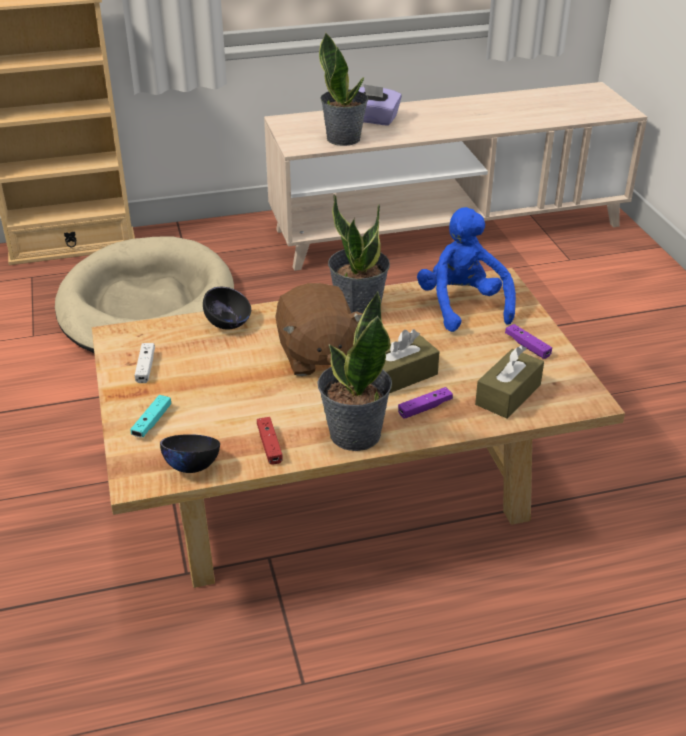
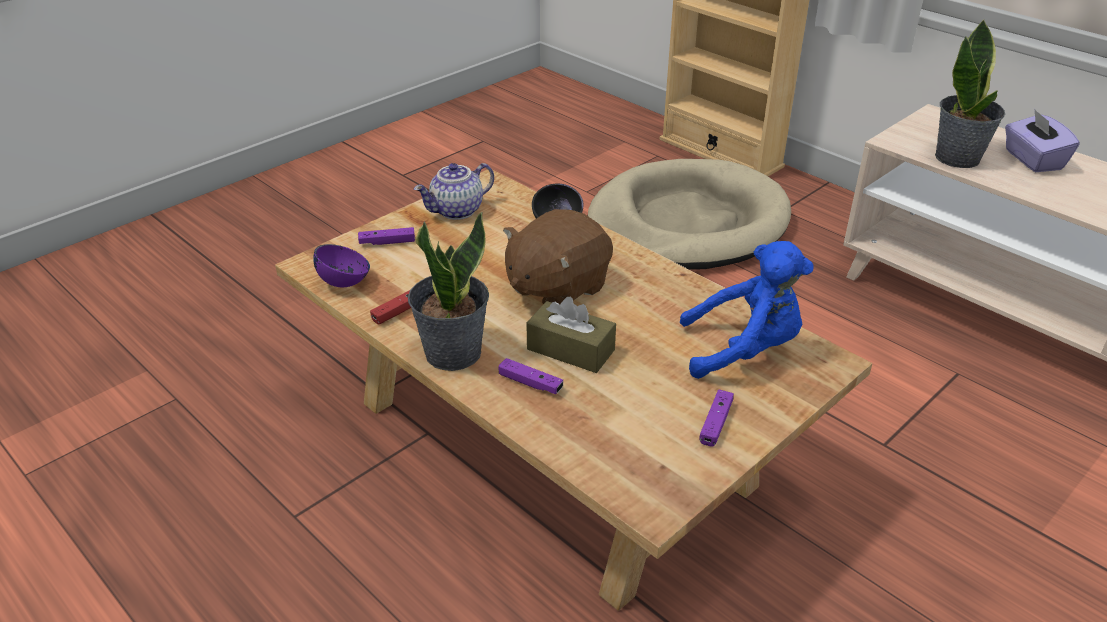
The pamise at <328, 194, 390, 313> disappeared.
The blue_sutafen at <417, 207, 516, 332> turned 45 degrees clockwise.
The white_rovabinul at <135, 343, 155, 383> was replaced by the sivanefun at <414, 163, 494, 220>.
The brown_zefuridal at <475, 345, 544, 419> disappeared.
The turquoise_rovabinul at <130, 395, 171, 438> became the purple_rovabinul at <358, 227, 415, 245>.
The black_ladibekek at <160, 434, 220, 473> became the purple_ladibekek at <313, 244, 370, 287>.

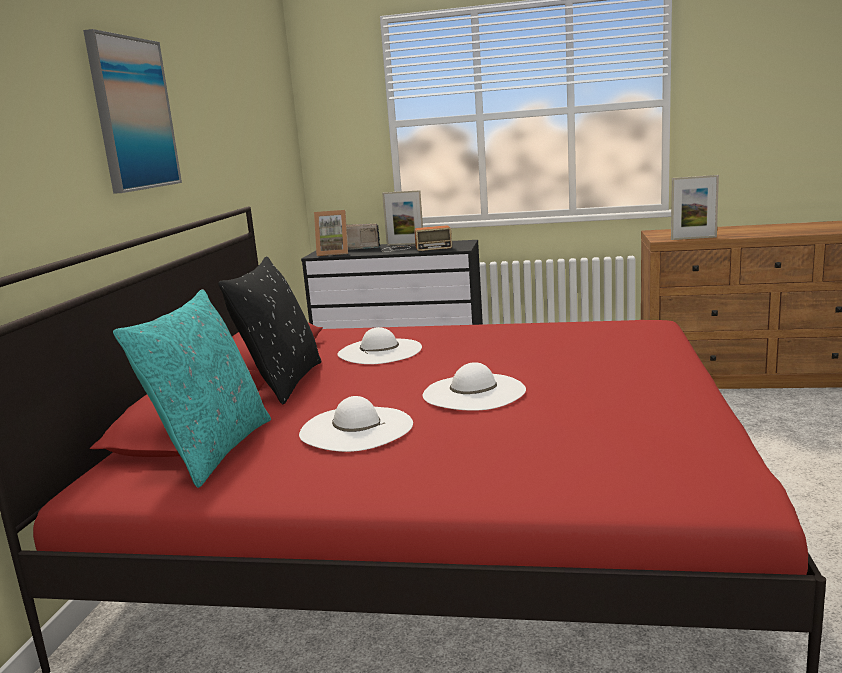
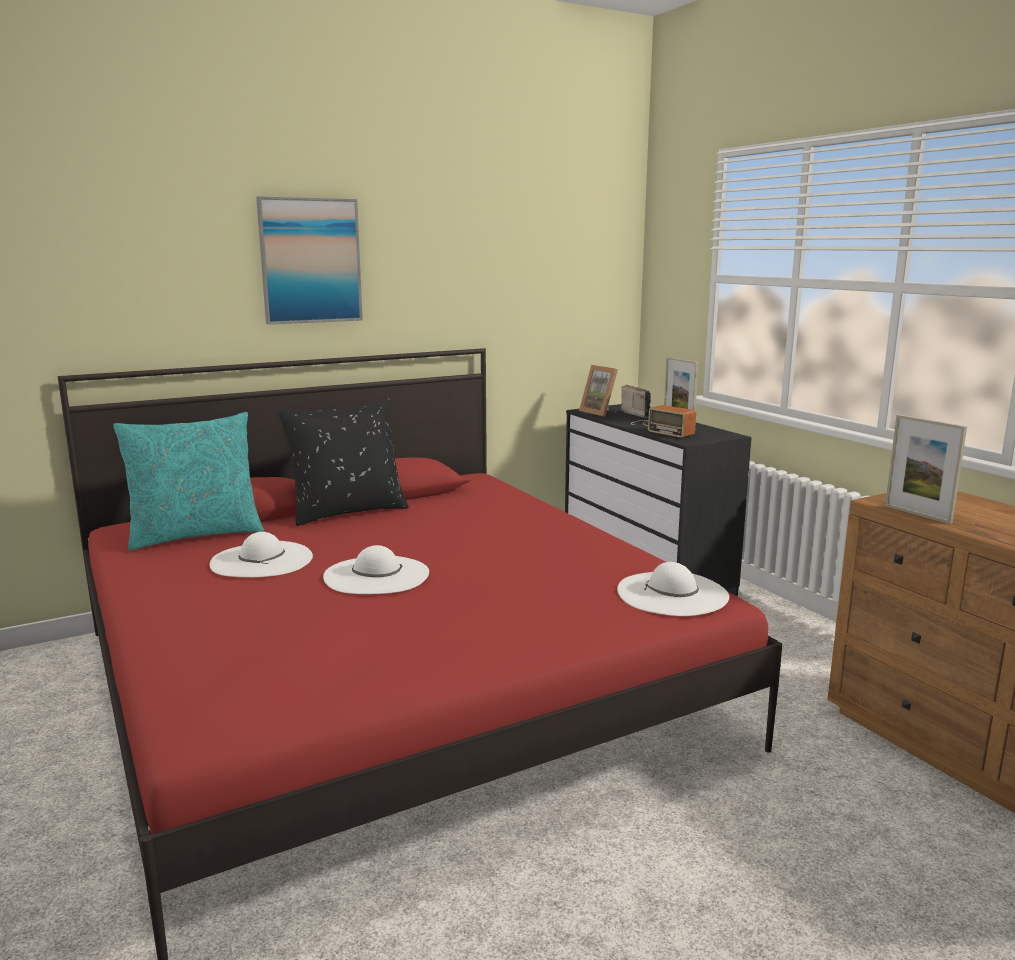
The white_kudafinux moved from <337, 327, 422, 364> to <617, 562, 729, 616>.

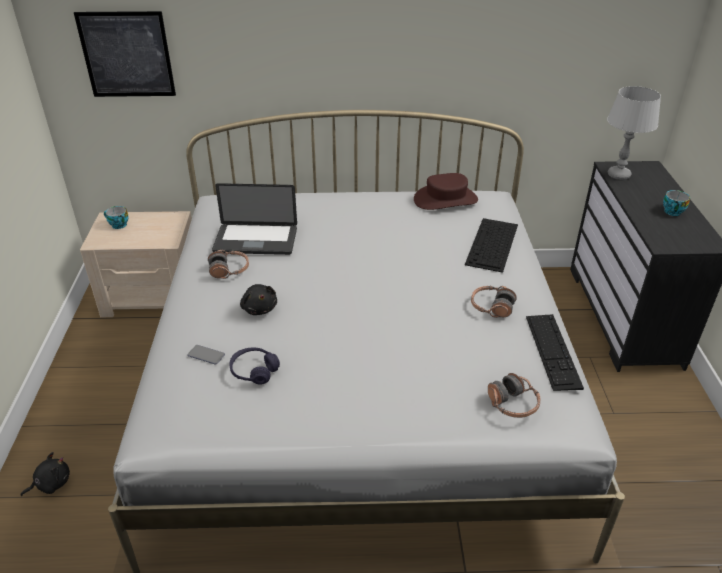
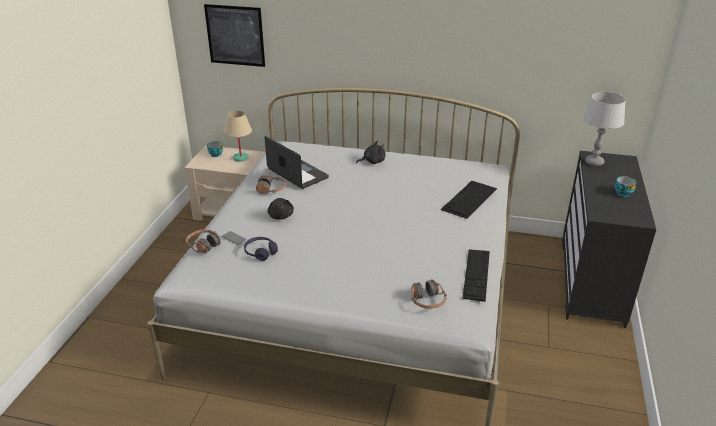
The brown_kudafinux at <414, 173, 478, 210> disappeared.
The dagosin at <212, 183, 297, 255> turned 150 degrees counterclockwise.
The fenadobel moved from <471, 286, 517, 318> to <186, 229, 221, 253>.
The black_sutafen moved from <21, 452, 70, 496> to <356, 141, 385, 164>.
The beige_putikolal at <224, 111, 252, 162> appeared.

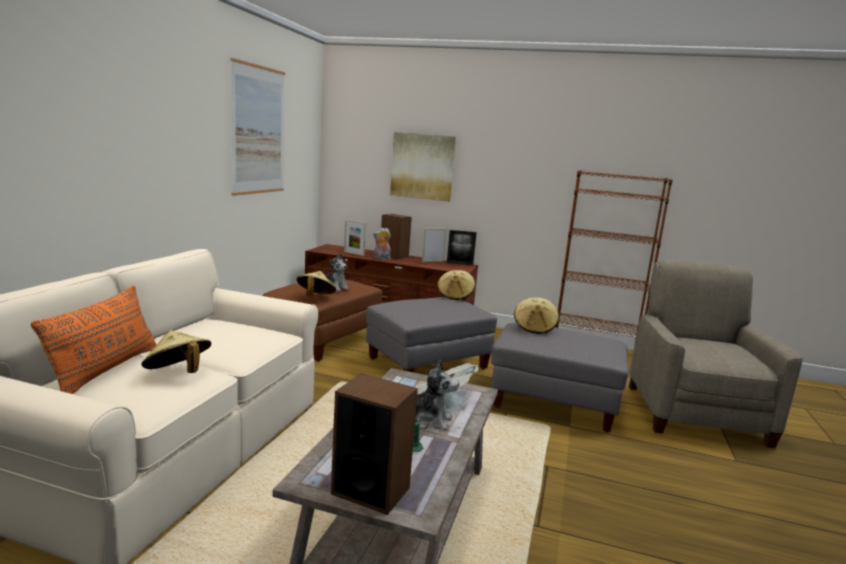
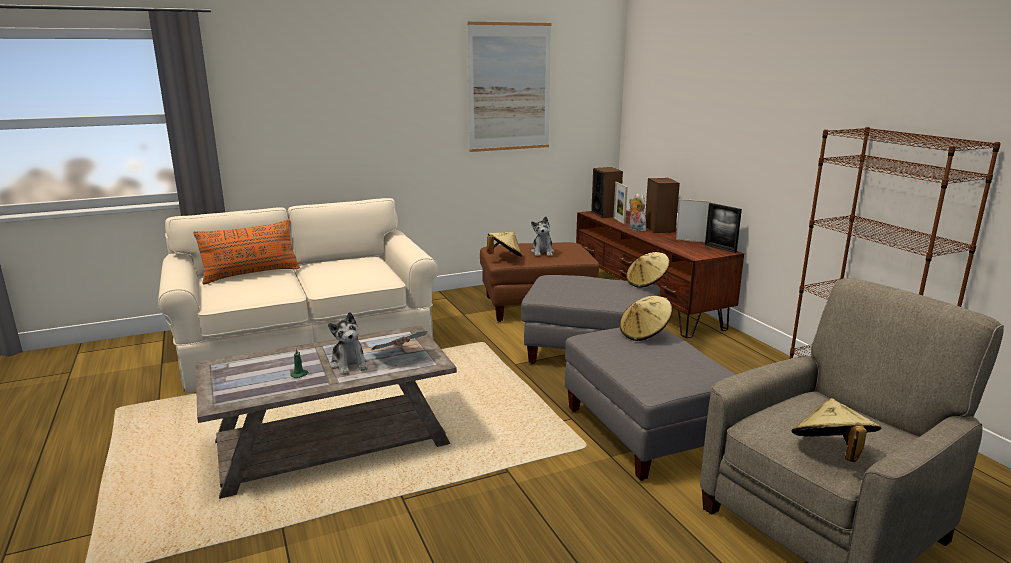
The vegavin at <390, 132, 456, 202> disappeared.
The beige_kudafinux moved from <141, 330, 211, 373> to <792, 398, 881, 462>.
The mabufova moved from <331, 373, 418, 515> to <591, 167, 623, 218>.

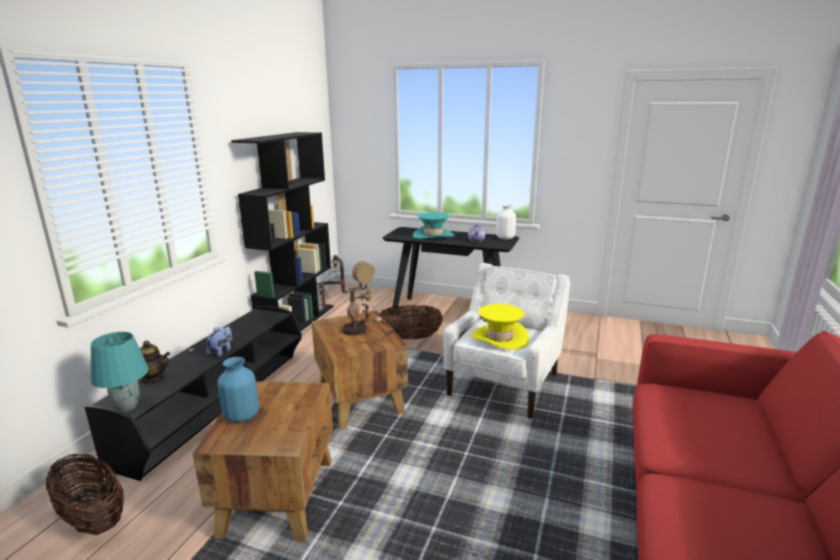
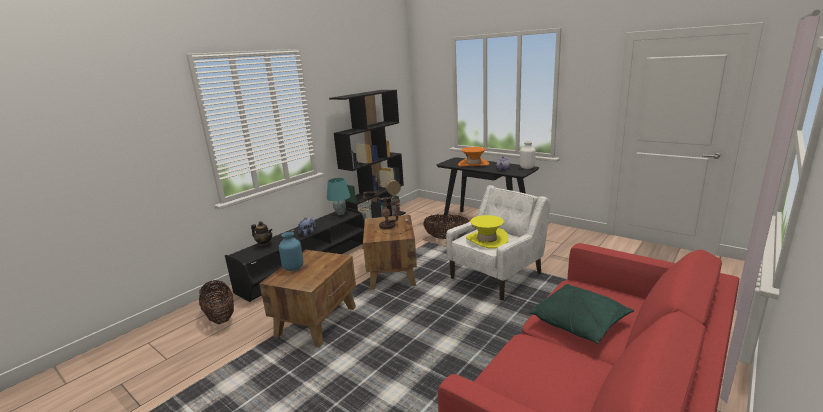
The turquoise_kudafinux at <413, 212, 454, 239> became the orange_kudafinux at <458, 147, 489, 166>.
The turquoise_putikolal moved from <91, 332, 149, 412> to <327, 178, 350, 215>.
The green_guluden at <529, 284, 634, 344> appeared.

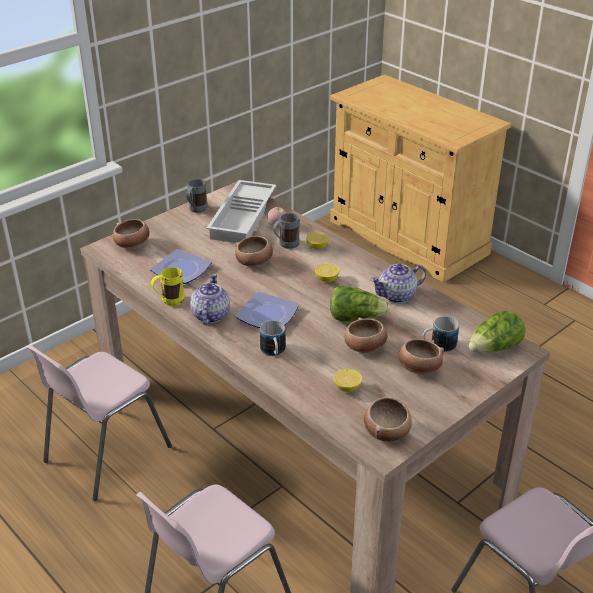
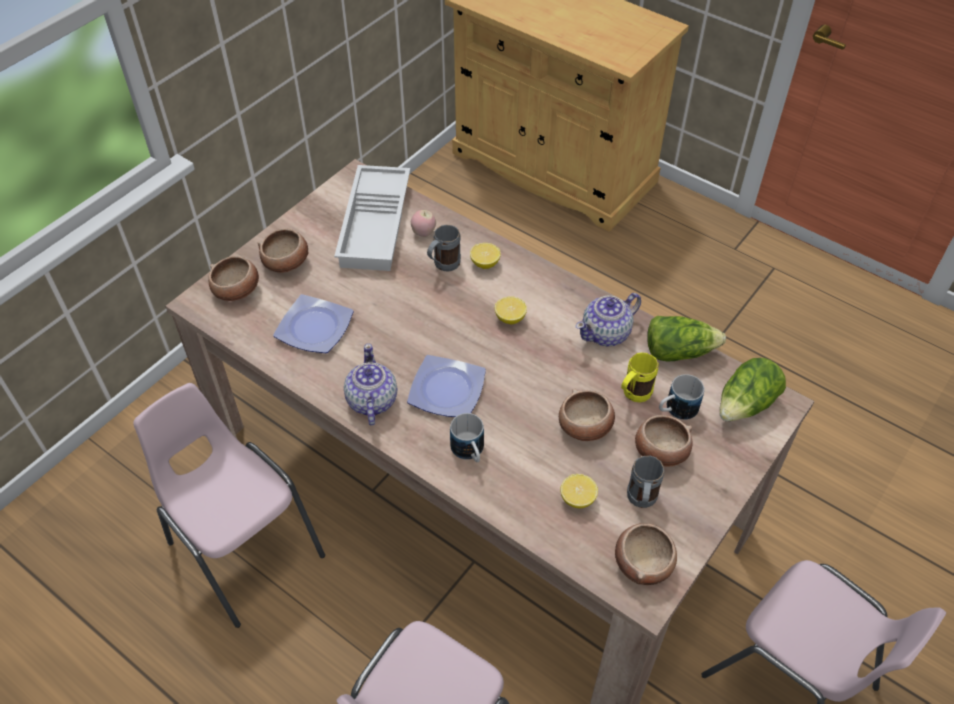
The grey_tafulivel moved from <186, 179, 208, 213> to <627, 456, 664, 508>.
The ladibekek moved from <235, 236, 273, 267> to <258, 228, 308, 273>.
The yellow_tafulivel moved from <151, 267, 184, 306> to <621, 352, 659, 402>.
The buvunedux moved from <330, 286, 391, 322> to <647, 316, 726, 362>.
The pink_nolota at <27, 345, 172, 501> turned 105 degrees clockwise.

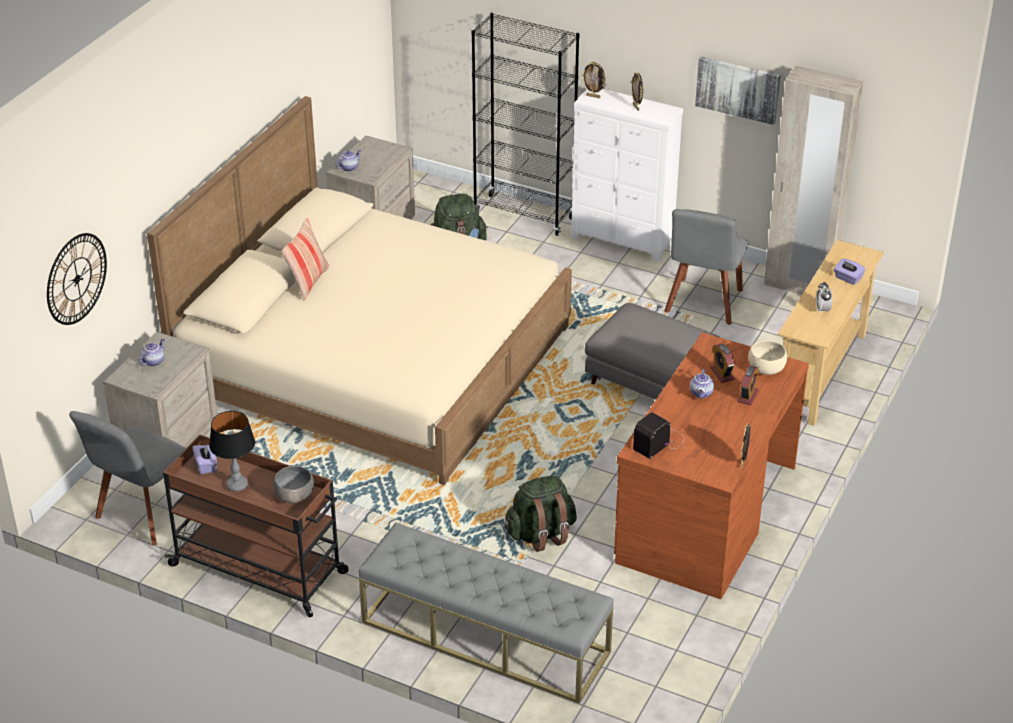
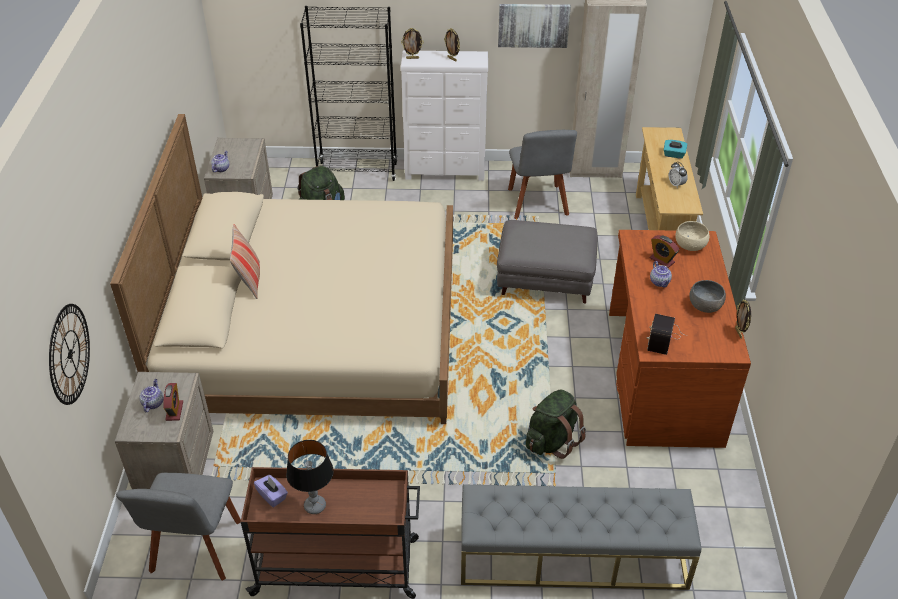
The purple_zefuridal at <834, 259, 865, 285> became the turquoise_zefuridal at <664, 140, 687, 159>.
The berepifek moved from <737, 365, 759, 405> to <163, 383, 183, 421>.
The grey_ladibekek moved from <273, 466, 314, 503> to <690, 280, 726, 313>.

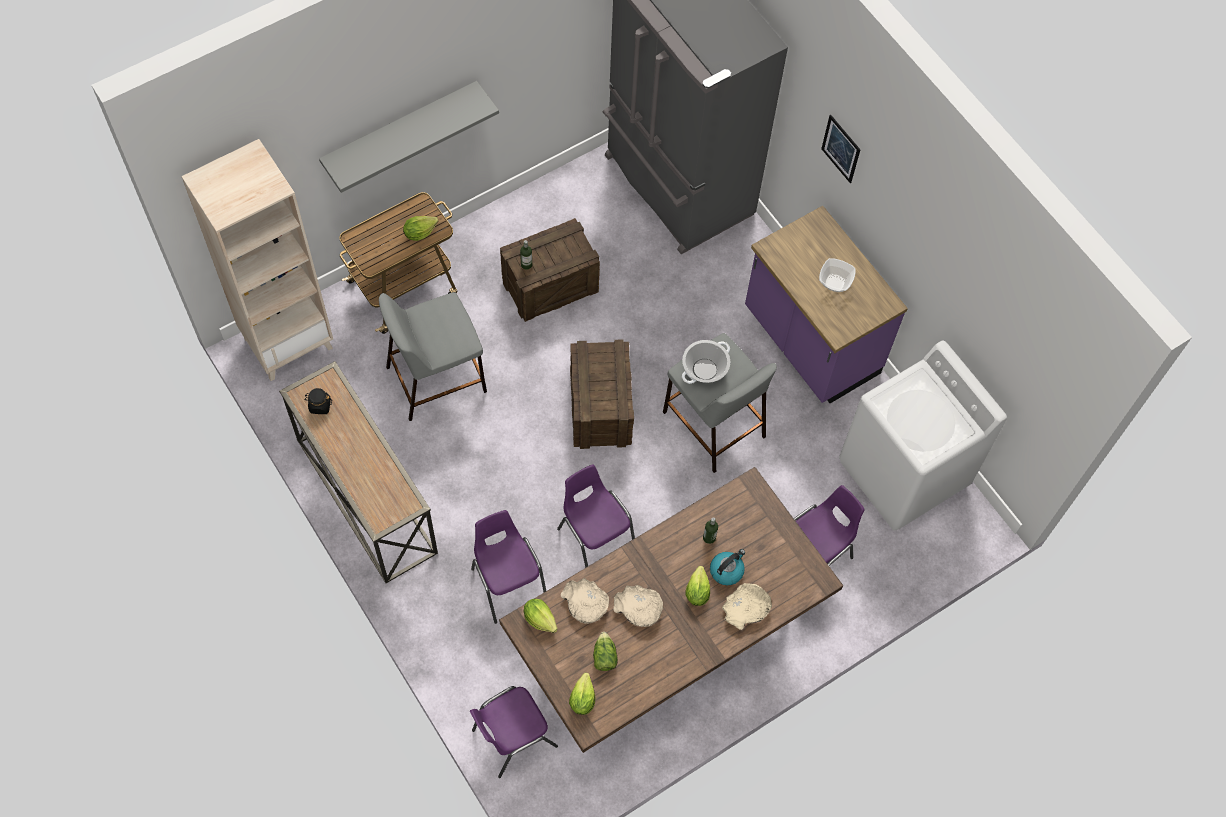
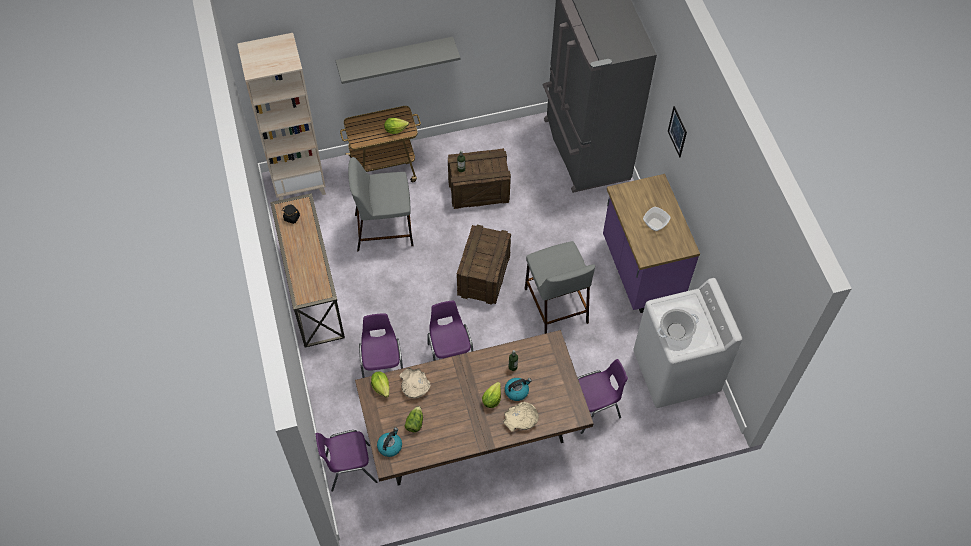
The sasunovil moved from <682, 340, 730, 384> to <657, 309, 699, 341>.
The beige_ladibekek at <613, 585, 663, 627> disappeared.
The buvunedux at <569, 672, 596, 715> was replaced by the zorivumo at <377, 428, 402, 457>.

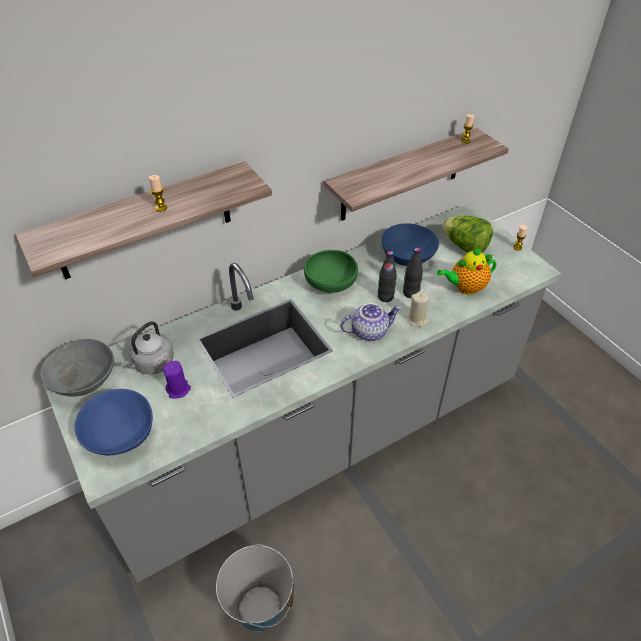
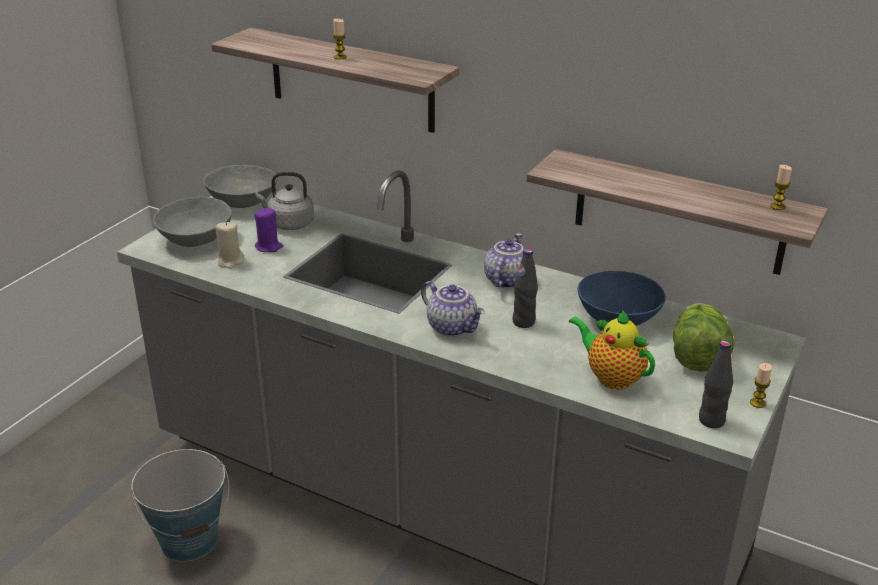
The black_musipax moved from <403, 248, 423, 298> to <699, 341, 733, 428>.
The green_ladibekek at <304, 250, 358, 293> was replaced by the sivanefun at <484, 233, 524, 288>.
The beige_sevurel moved from <406, 291, 429, 327> to <215, 222, 244, 269>.
The blue_ladibekek at <75, 389, 153, 456> became the grey_ladibekek at <153, 197, 232, 247>.

